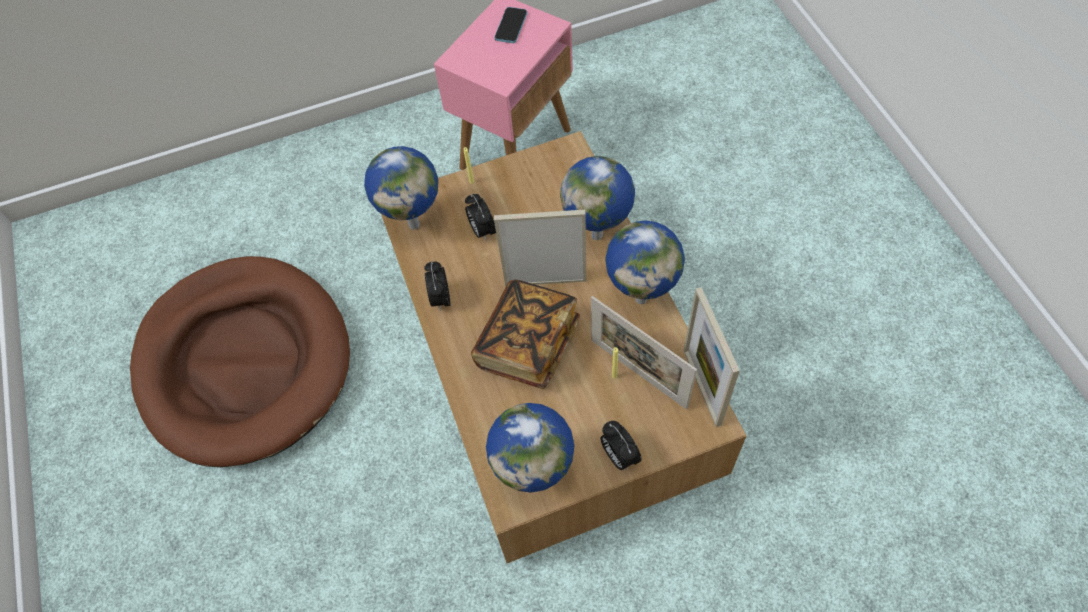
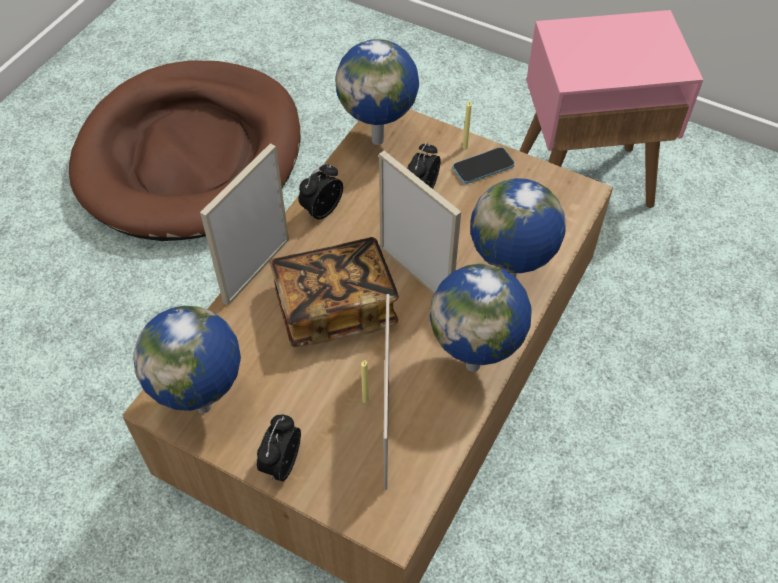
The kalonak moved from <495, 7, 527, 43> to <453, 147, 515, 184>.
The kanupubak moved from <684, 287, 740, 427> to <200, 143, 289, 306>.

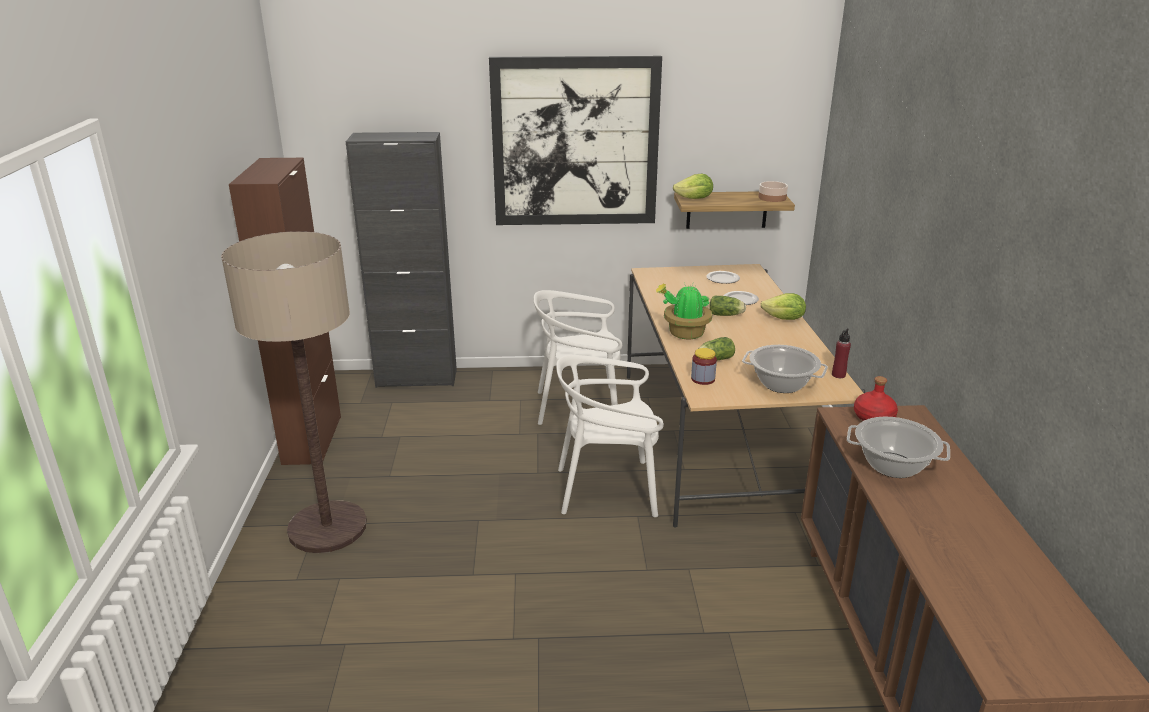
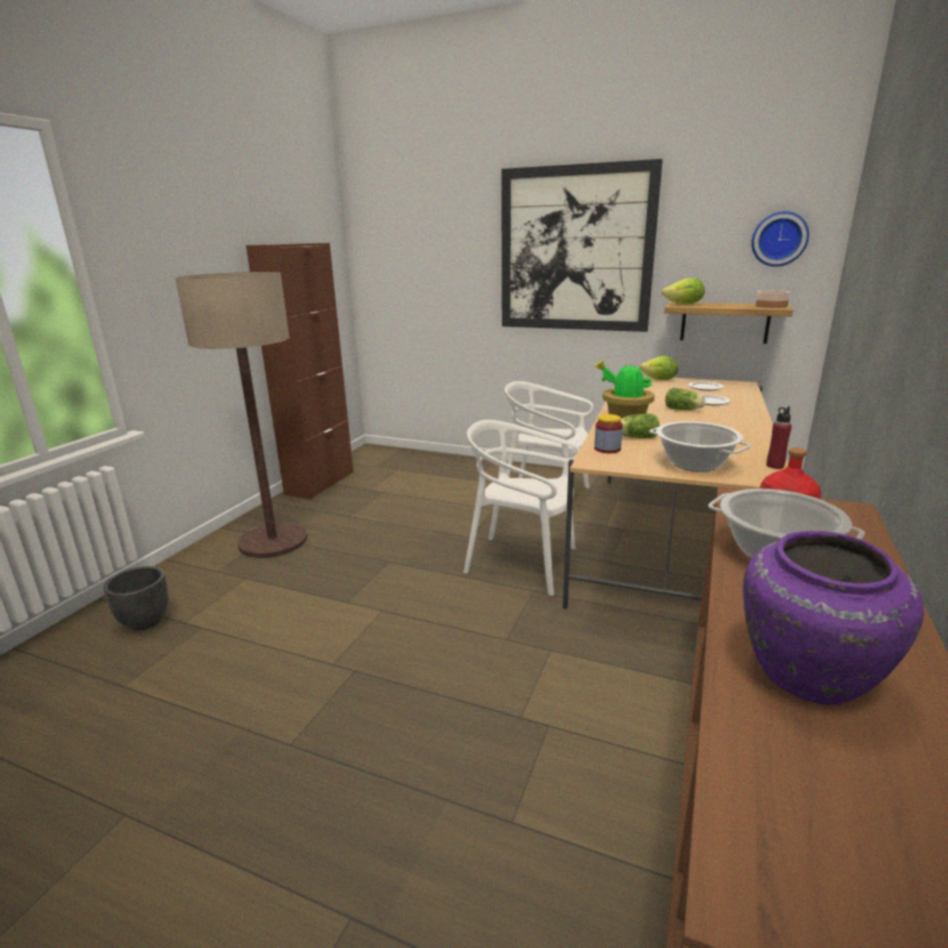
The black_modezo at <346, 132, 457, 388> disappeared.
The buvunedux moved from <761, 293, 806, 320> to <640, 356, 678, 380>.
The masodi at <751, 211, 809, 267> appeared.
The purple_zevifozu at <743, 531, 924, 705> appeared.
The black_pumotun at <103, 566, 169, 630> appeared.

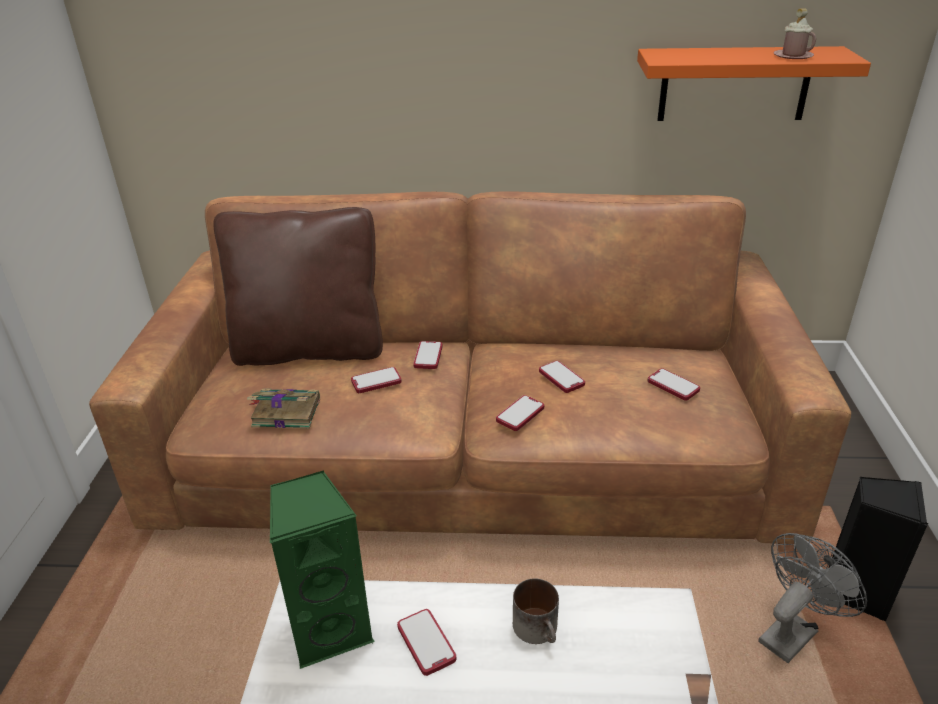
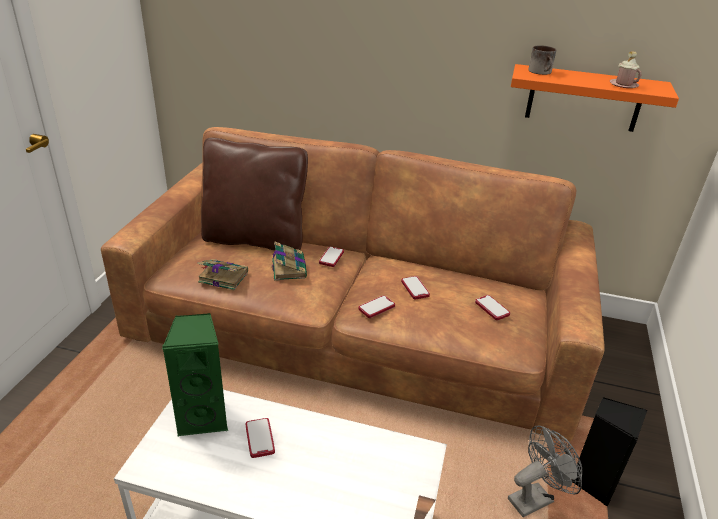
The kalonak at <351, 367, 402, 393> was replaced by the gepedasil at <272, 242, 307, 281>.
The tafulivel moved from <513, 578, 559, 644> to <528, 45, 556, 75>.

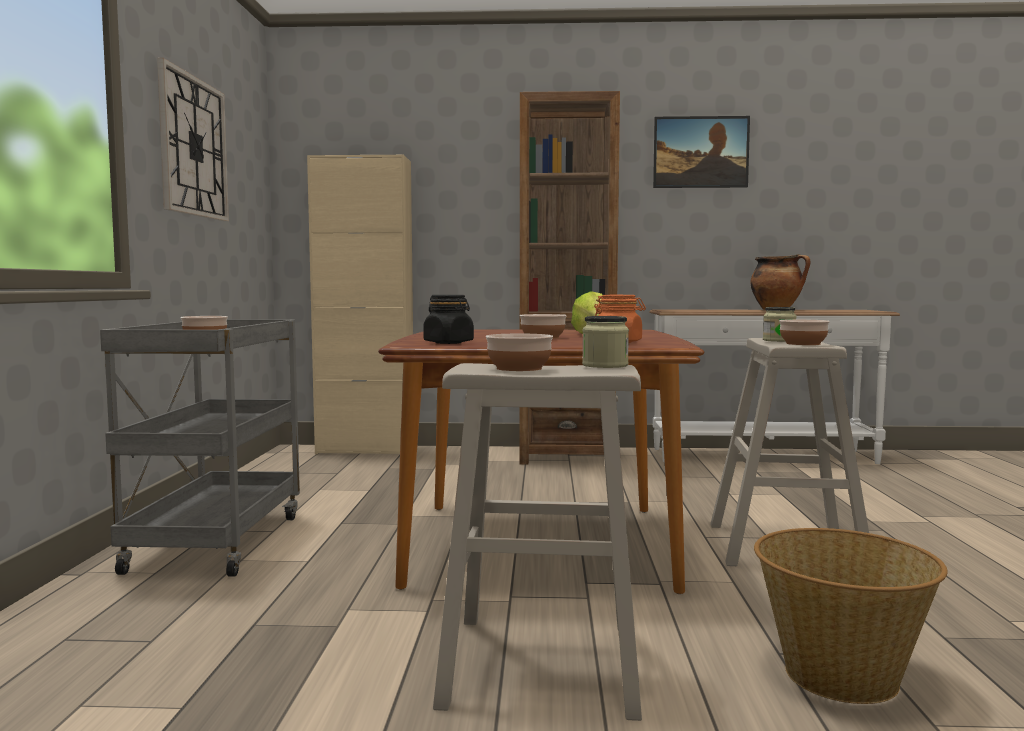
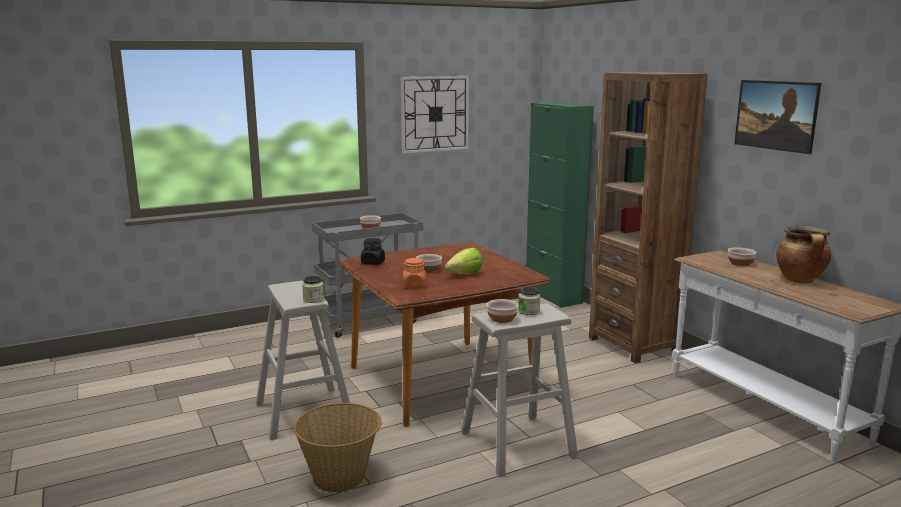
The beige_modezo at <307, 155, 413, 454> became the green_modezo at <526, 102, 594, 308>.
The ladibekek moved from <486, 334, 553, 371> to <728, 248, 756, 266>.

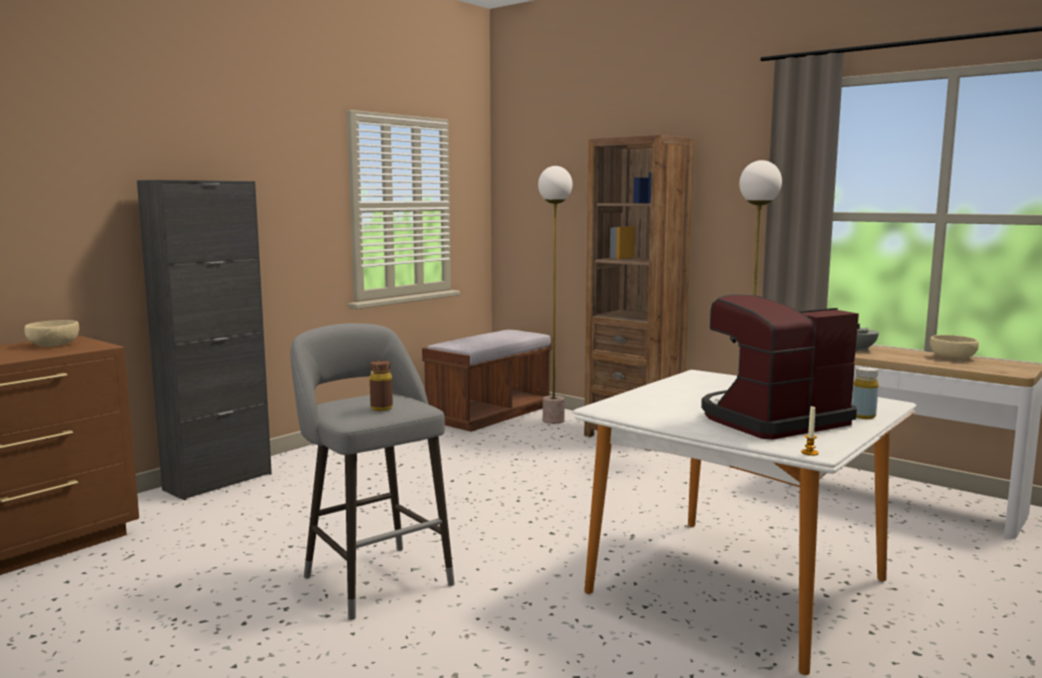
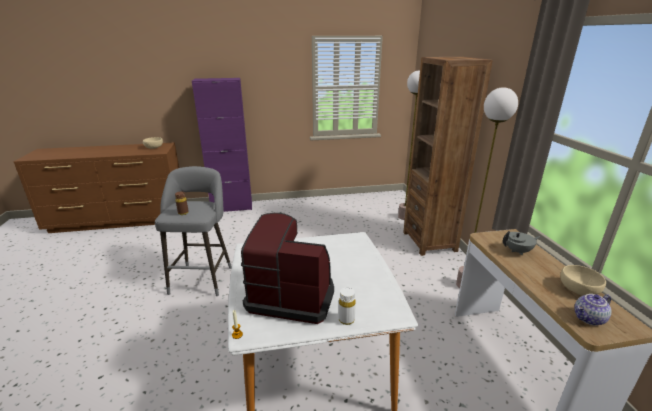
The black_modezo at <137, 180, 272, 500> became the purple_modezo at <192, 78, 252, 212>.
The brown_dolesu at <422, 330, 552, 432> disappeared.
The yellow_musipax at <852, 367, 879, 419> became the white_musipax at <339, 287, 356, 325>.
The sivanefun at <574, 294, 612, 326> appeared.

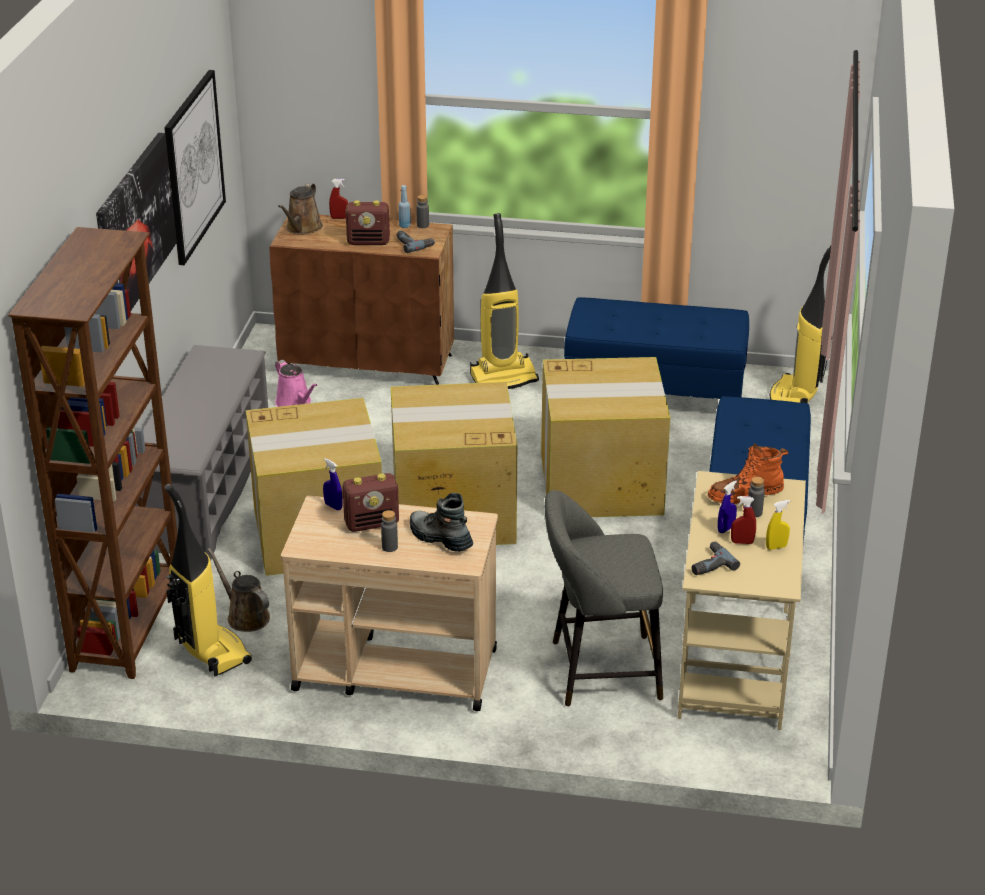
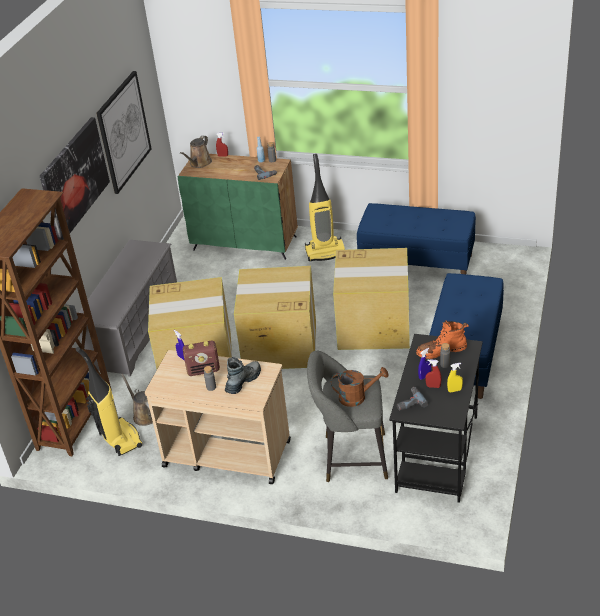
The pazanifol at <346, 200, 390, 245> disappeared.
The brown_modezo at <269, 215, 454, 385> became the green_modezo at <178, 154, 298, 260>.
The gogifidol at <770, 246, 832, 403> disappeared.
The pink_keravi at <275, 360, 317, 407> disappeared.
The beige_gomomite at <678, 471, 806, 730> became the black_gomomite at <389, 334, 483, 503>.
The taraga at <410, 493, 473, 552> turned 75 degrees clockwise.
The brown_keravi at <331, 367, 388, 407> appeared.

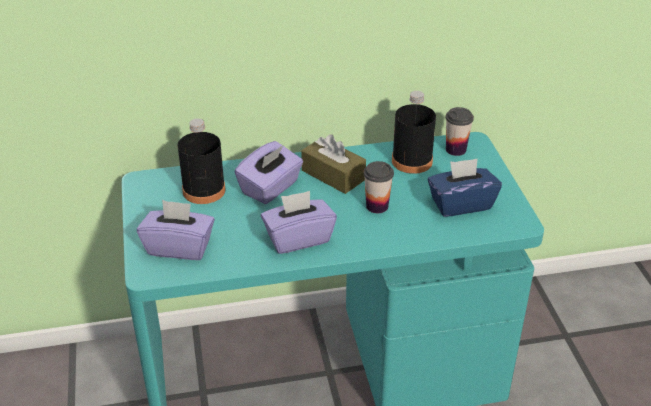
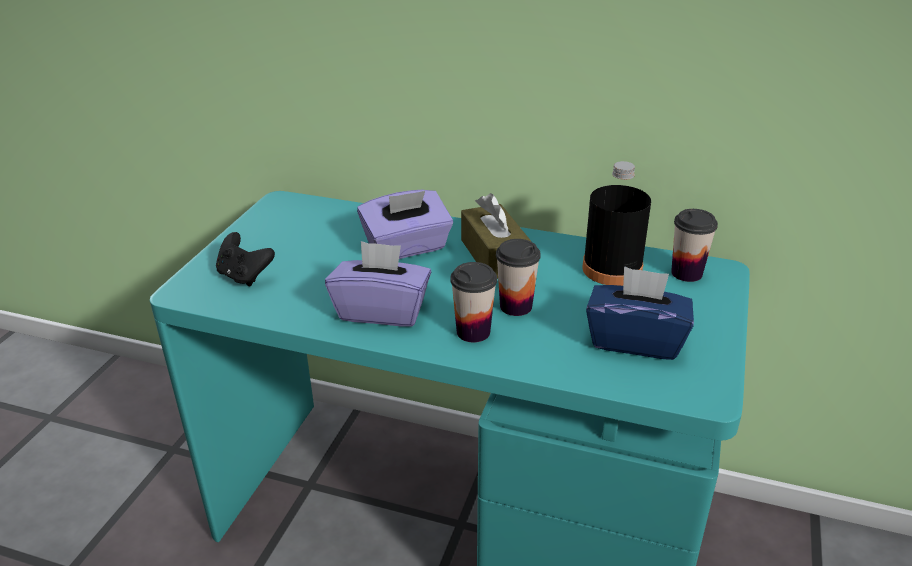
The black_musipax at <178, 118, 225, 204> disappeared.
The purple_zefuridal at <137, 200, 215, 260> was replaced by the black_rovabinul at <216, 232, 275, 286>.
The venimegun at <450, 262, 497, 343> appeared.

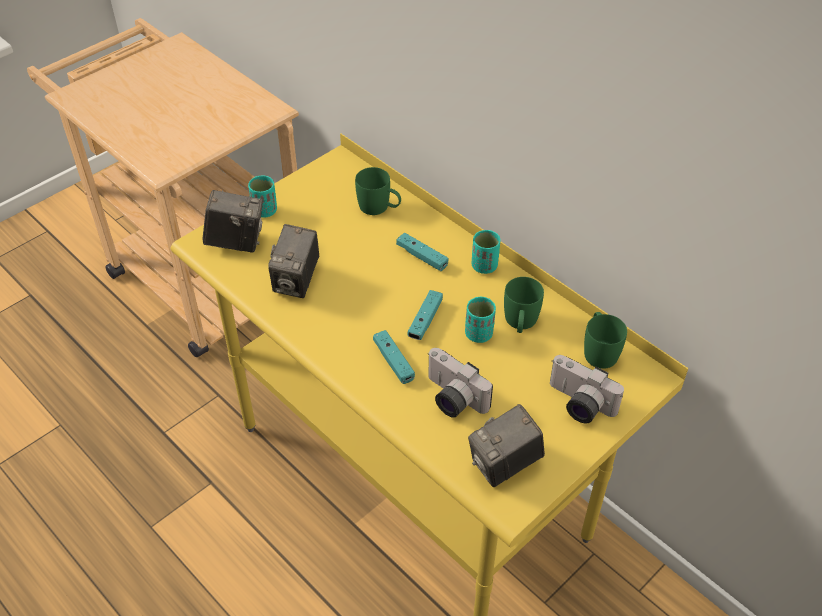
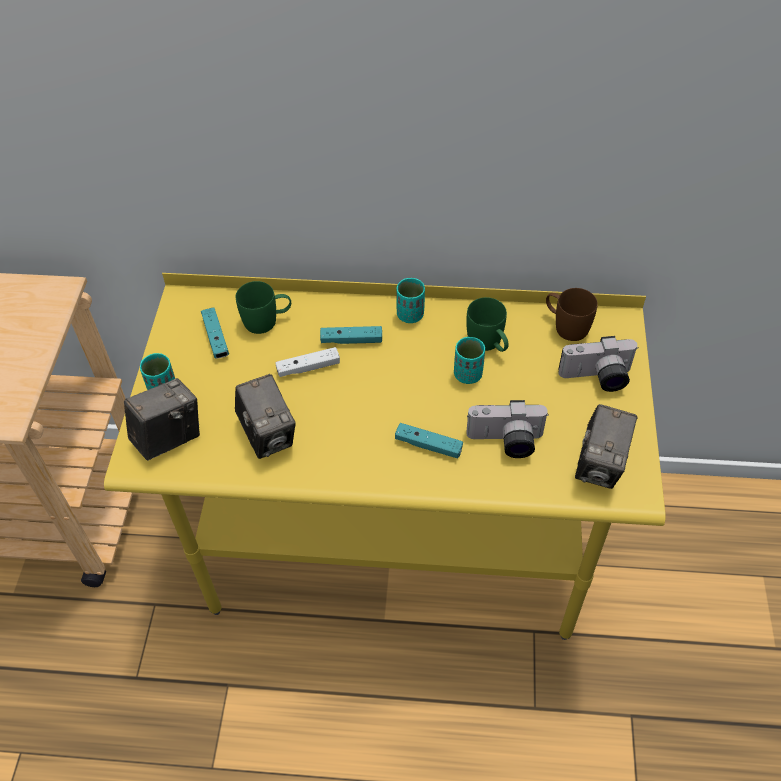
The turquoise_rovabinul moved from <407, 290, 443, 340> to <201, 307, 229, 359>.
The green_tafulivel at <584, 312, 627, 369> became the brown_tafulivel at <546, 288, 598, 341>.
The white_rovabinul at <275, 347, 340, 377> appeared.

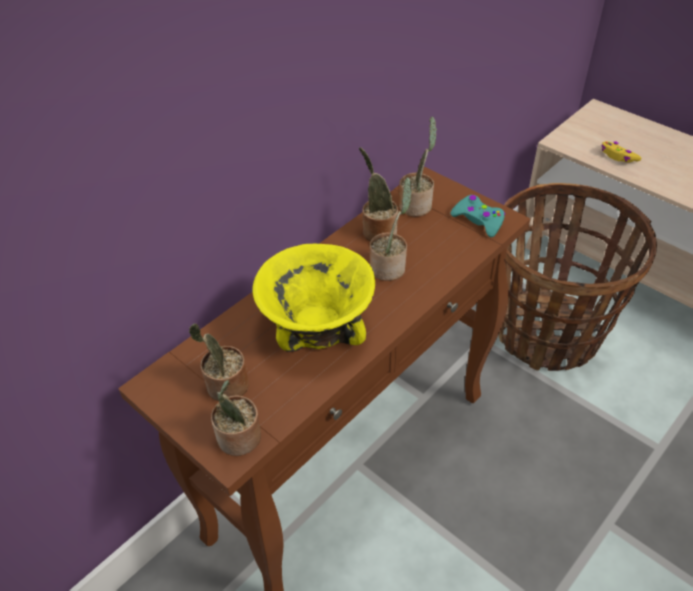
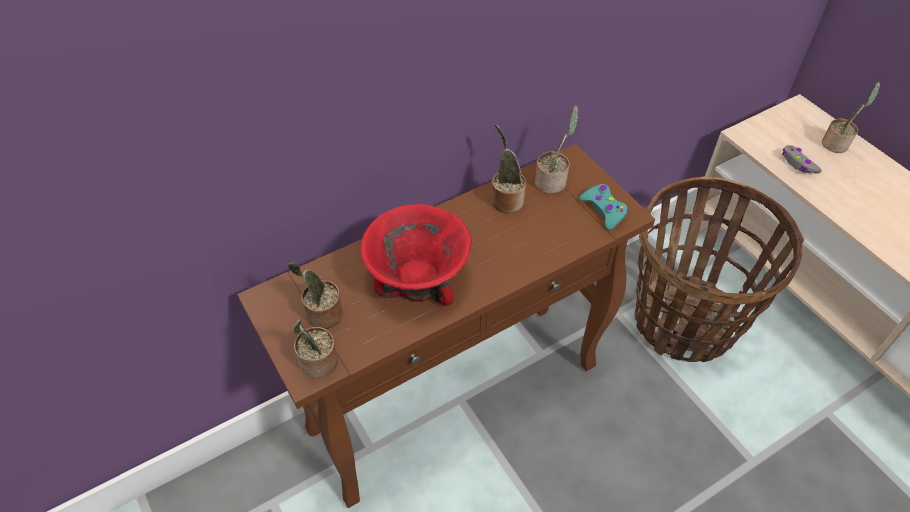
The yellow_rovabinul at <601, 141, 642, 163> became the grey_rovabinul at <782, 145, 822, 174>.
The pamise moved from <369, 177, 412, 281> to <822, 82, 880, 153>.
The yellow_ladibekek at <252, 244, 375, 352> became the red_ladibekek at <360, 204, 472, 306>.

